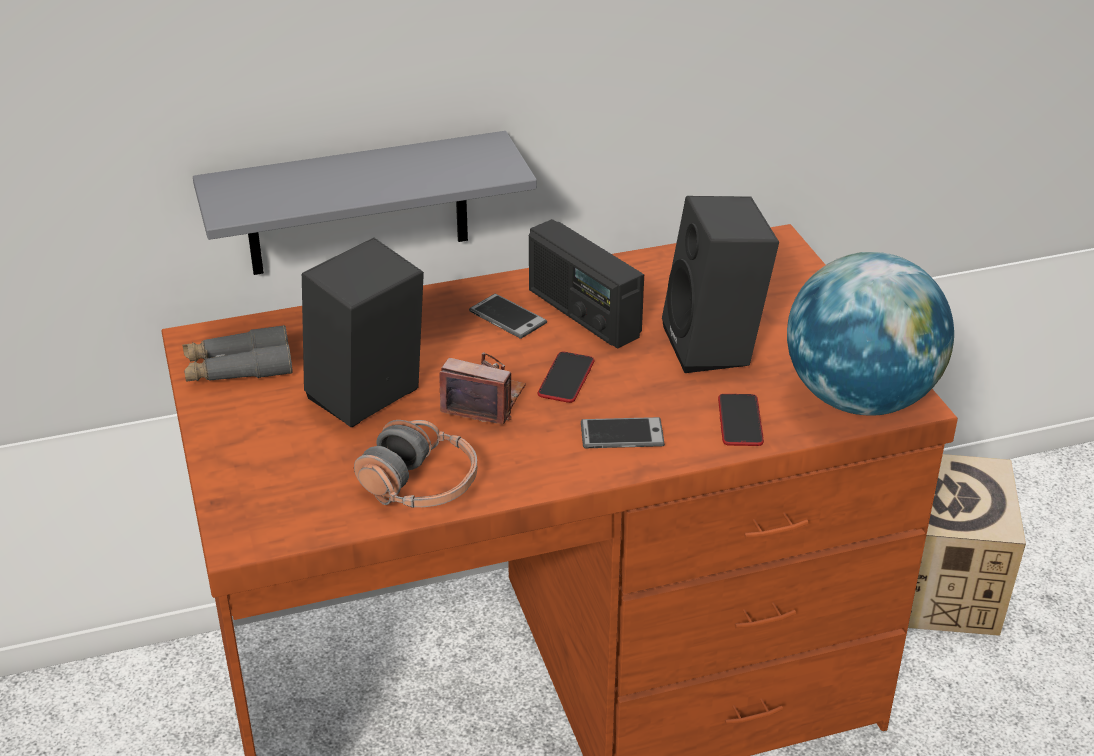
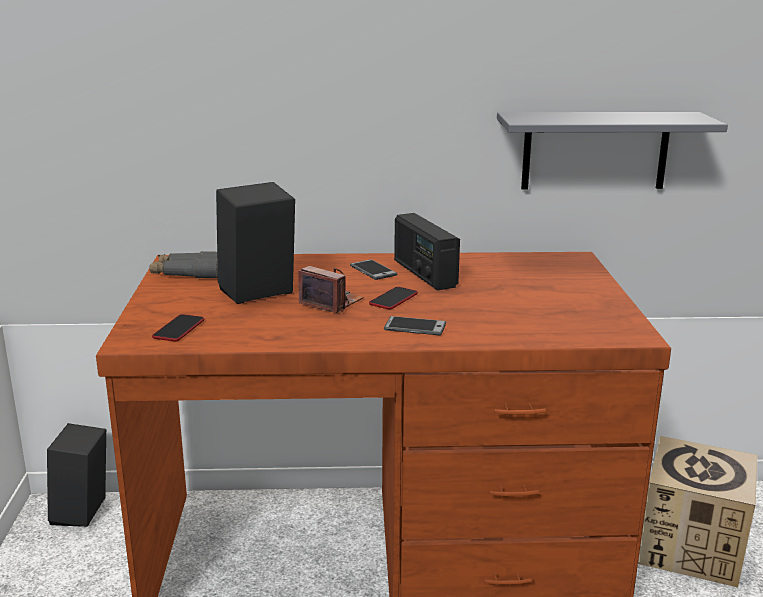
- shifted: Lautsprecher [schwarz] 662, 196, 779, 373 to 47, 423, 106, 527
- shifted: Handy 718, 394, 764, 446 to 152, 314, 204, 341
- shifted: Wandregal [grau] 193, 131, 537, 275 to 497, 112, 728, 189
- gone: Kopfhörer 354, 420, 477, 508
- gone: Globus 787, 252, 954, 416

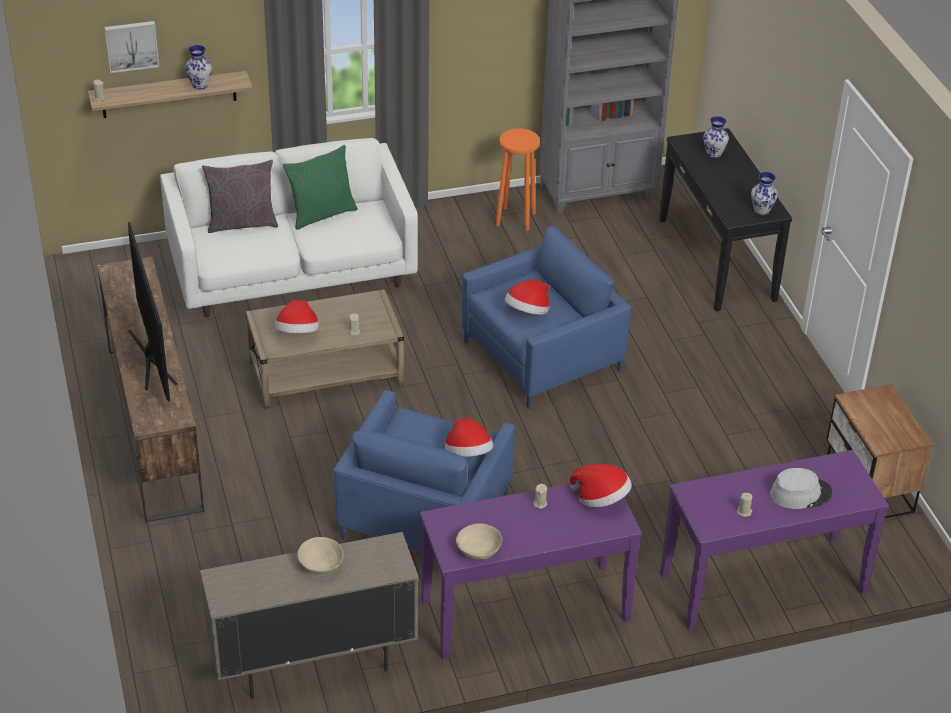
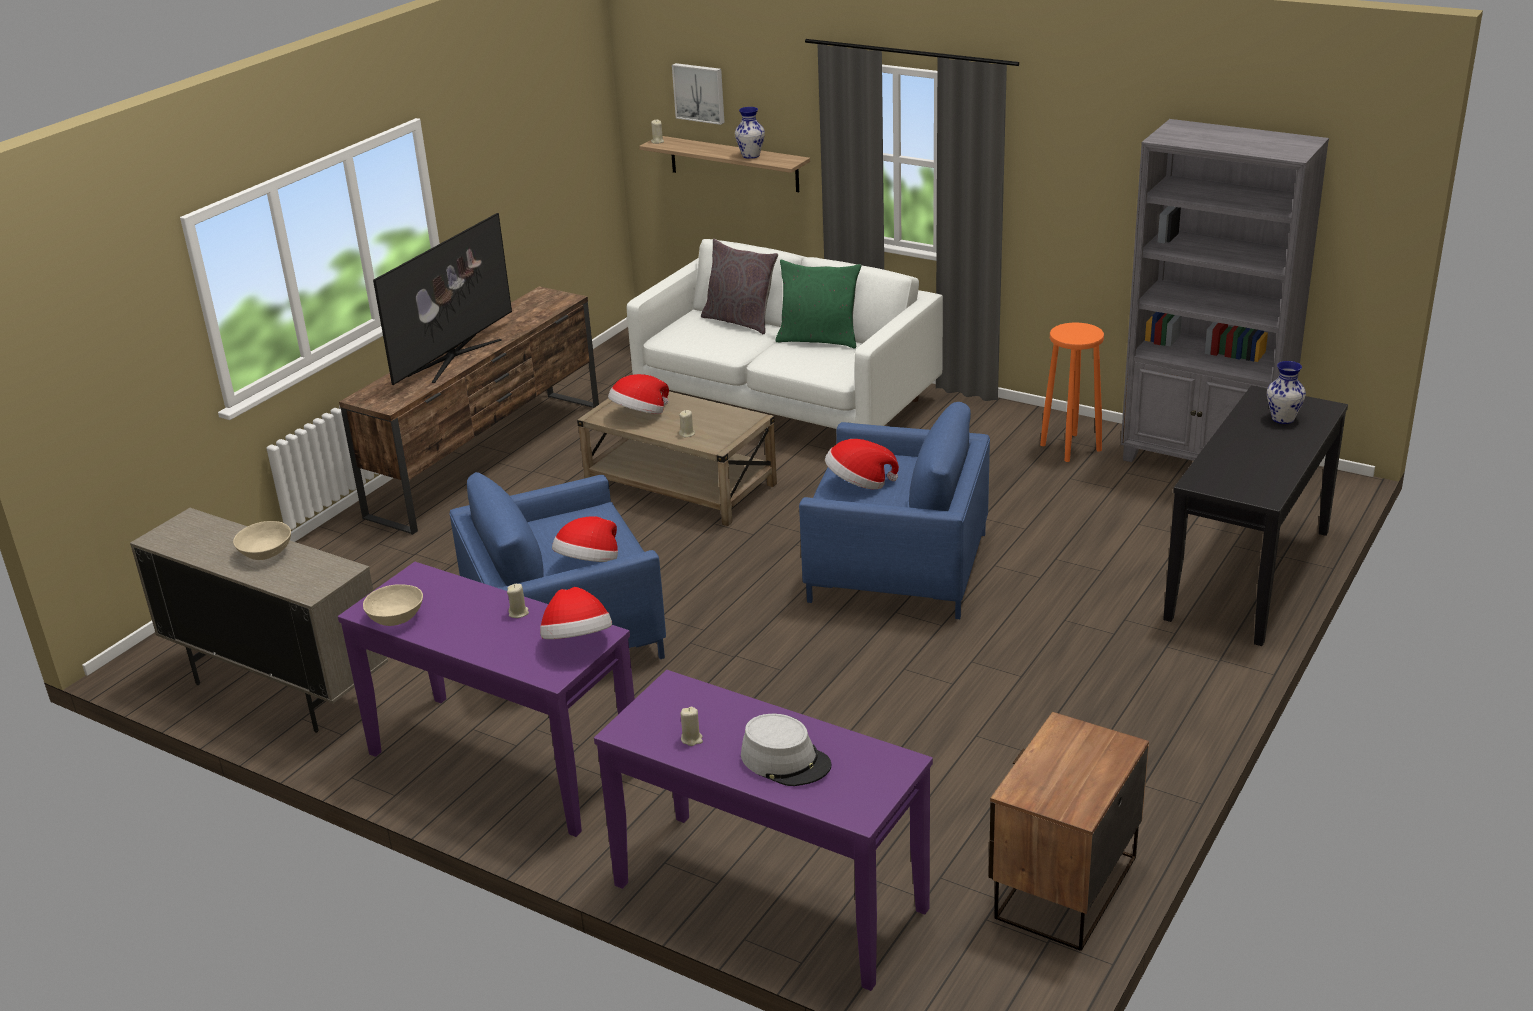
- gone: Vase 751, 172, 778, 215

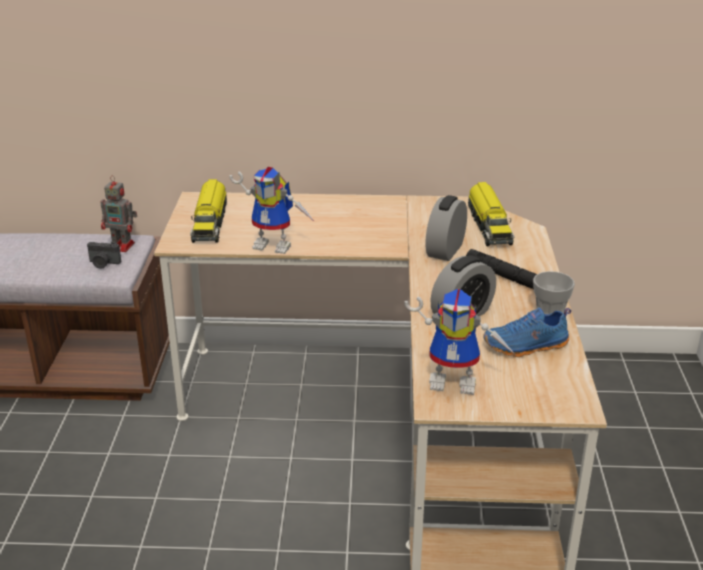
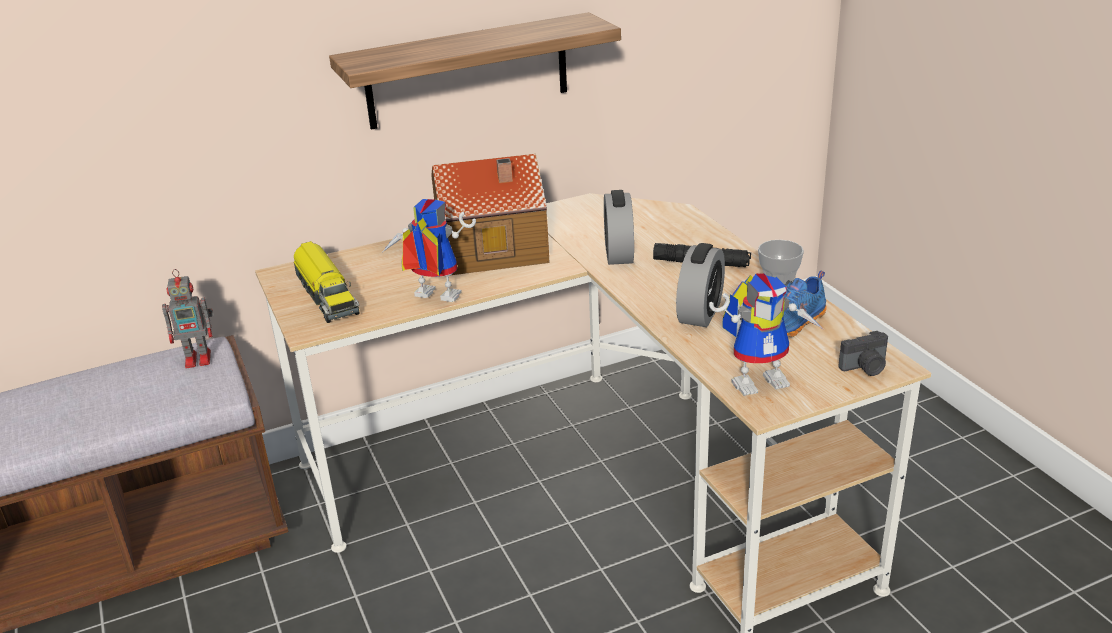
- new: Wandregal 329, 12, 621, 130
- rotated: Spielzeugroboter 229, 167, 316, 254 = 383, 199, 476, 302 150 degrees counterclockwise
- new: Spielzeughaus 431, 154, 550, 275
- shifted: Kamera 87, 242, 121, 269 to 838, 331, 888, 376
- gone: Spielzeuglaster 468, 182, 514, 246

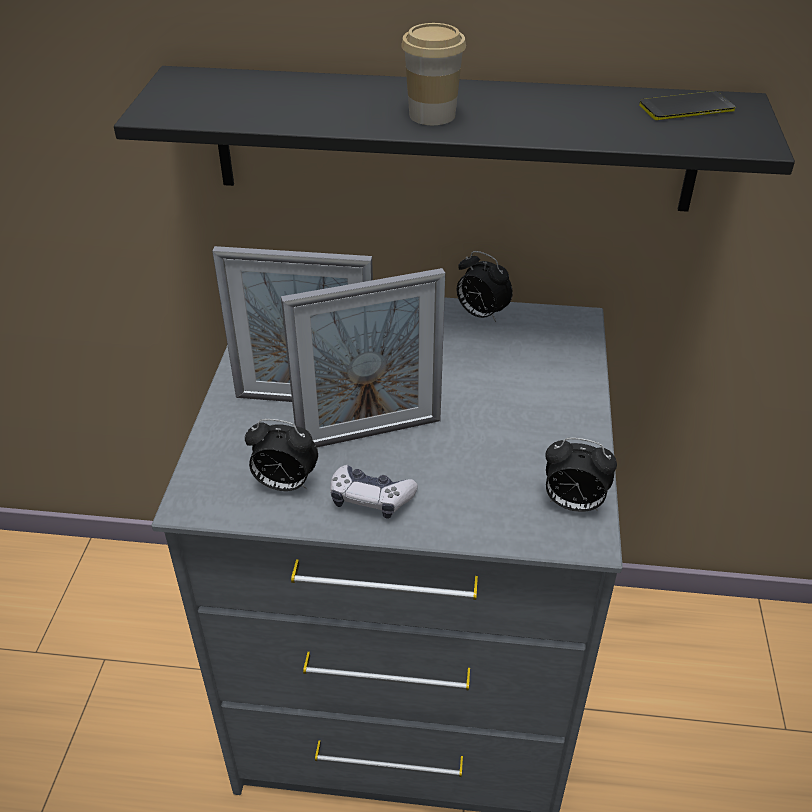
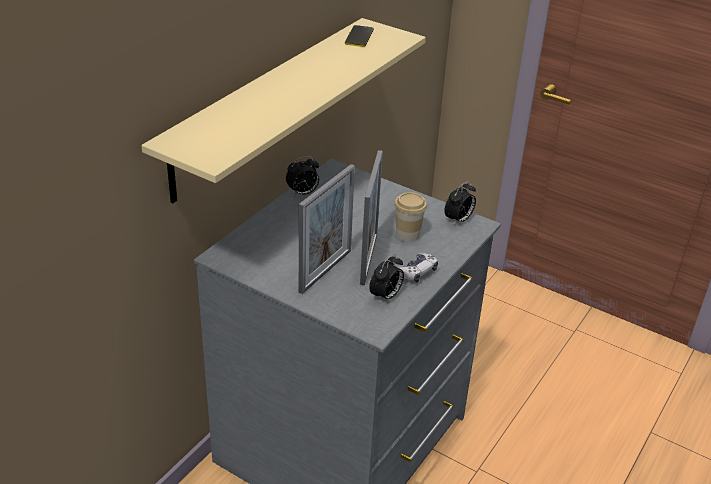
- repainted: Wandregal [schwarz] 114, 66, 795, 212 to Wandregal [beige] 141, 18, 426, 203
- shifted: Tasse 401, 23, 466, 125 to 394, 192, 427, 242

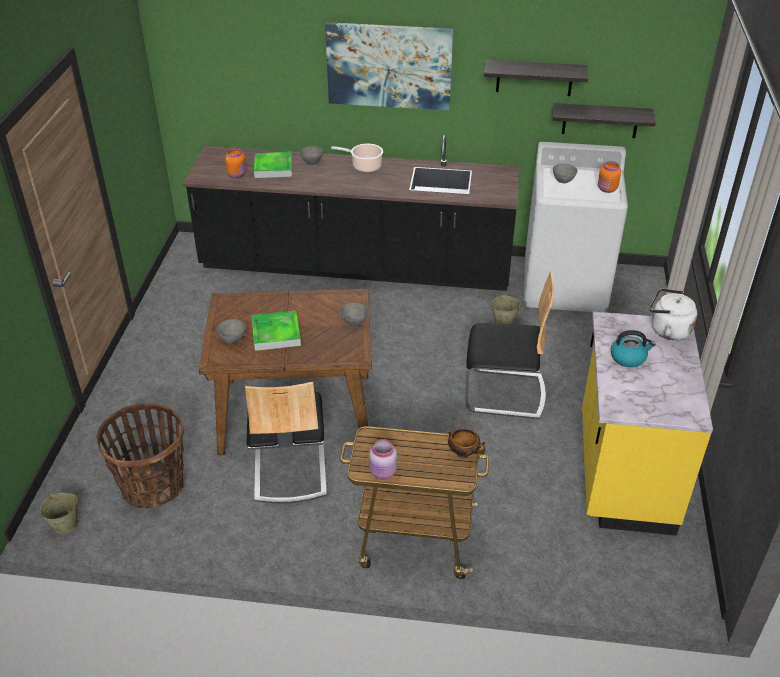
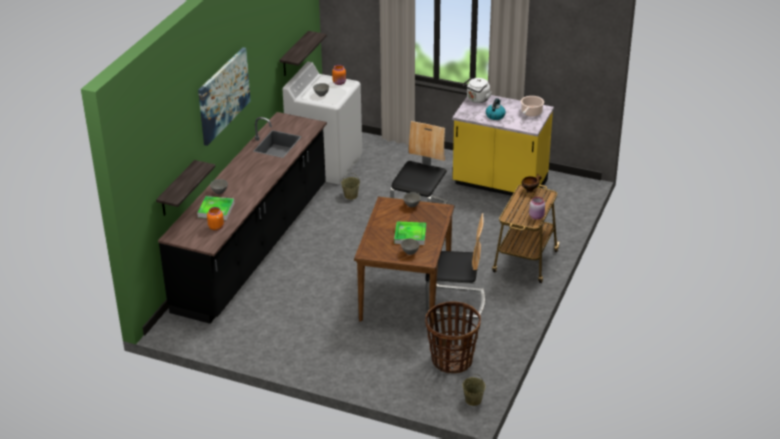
- shifted: Wandregal 484, 60, 588, 96 to 156, 160, 215, 216
- shifted: Kochtopf 331, 144, 383, 172 to 521, 96, 544, 117

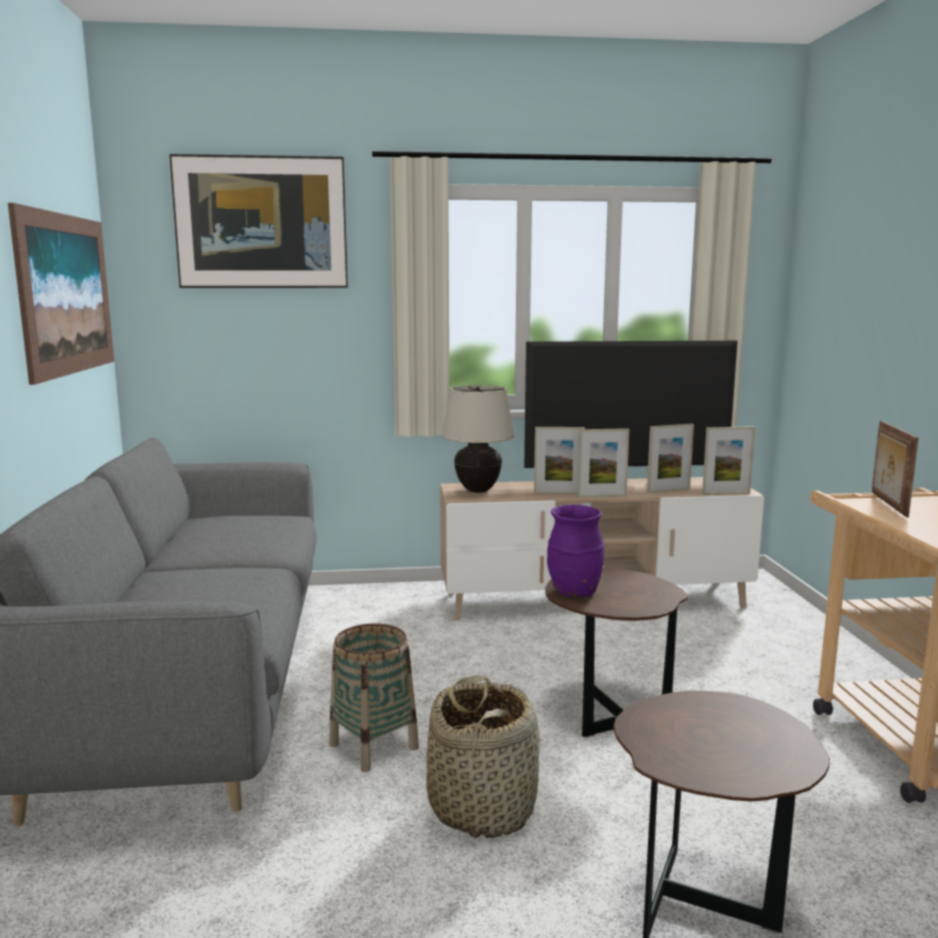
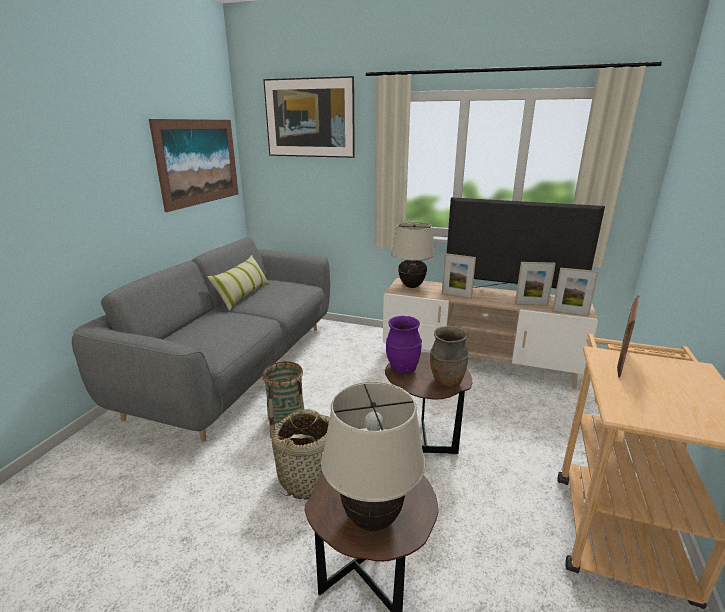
- new: Kissen 207, 255, 270, 311
- new: Tischlampe [beige] 321, 382, 425, 531
- new: Vase [braun] 430, 326, 469, 388
- gone: Bilderrahmen 578, 428, 629, 498

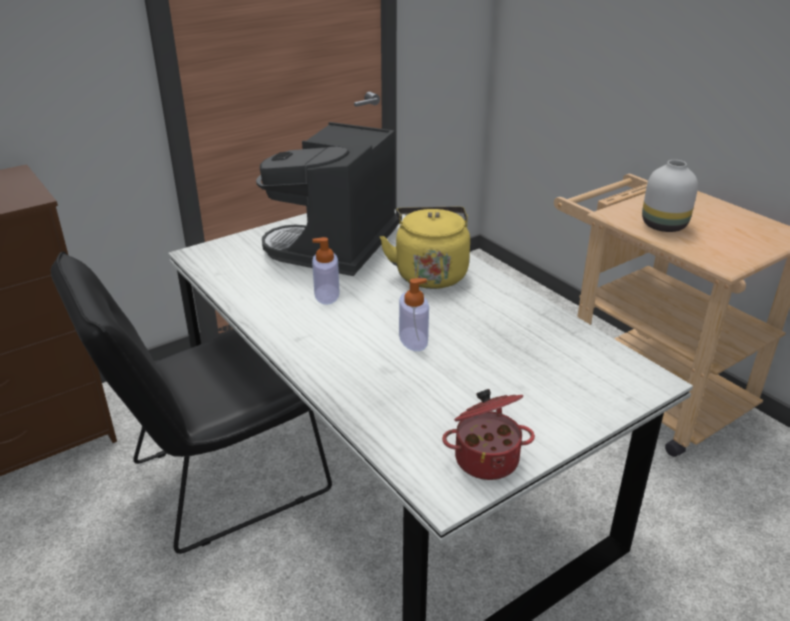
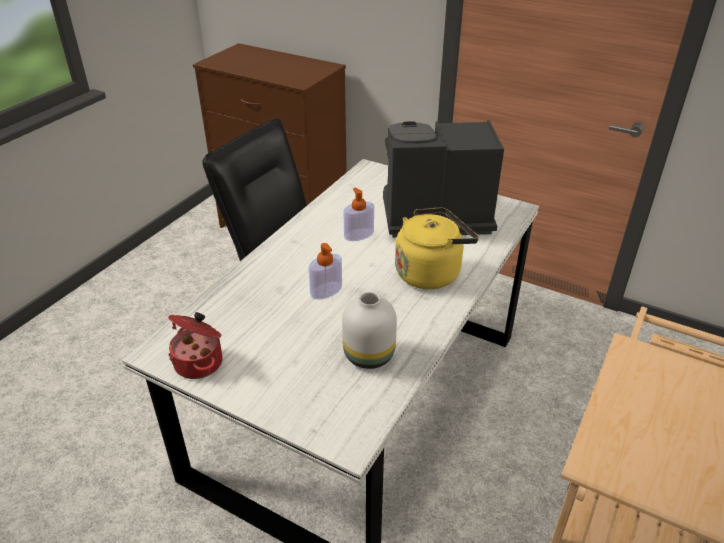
- shifted: Vase [weiß] 642, 160, 698, 232 to 342, 292, 397, 369

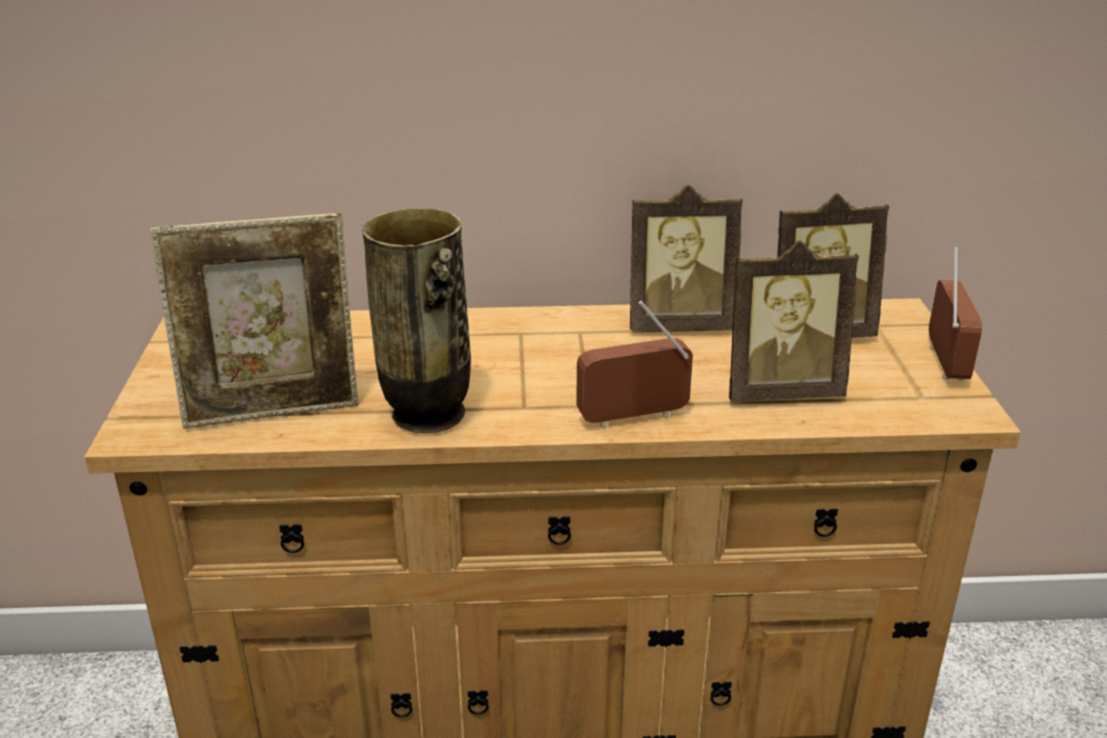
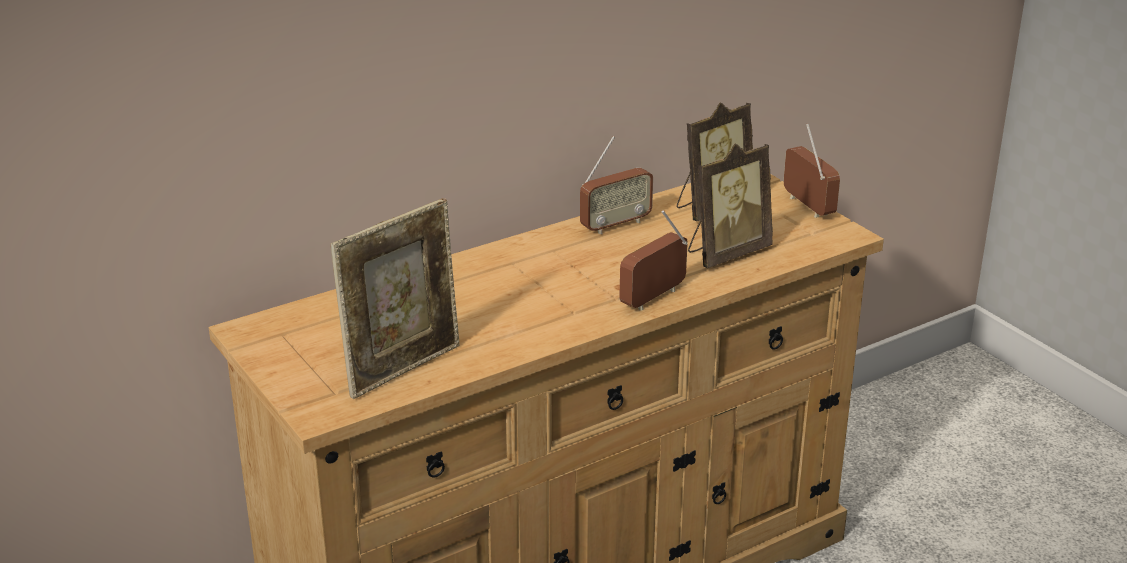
- swapped: Bilderrahmen 630, 185, 743, 330 to Radio 580, 136, 653, 234
- gone: Vase 362, 208, 471, 434

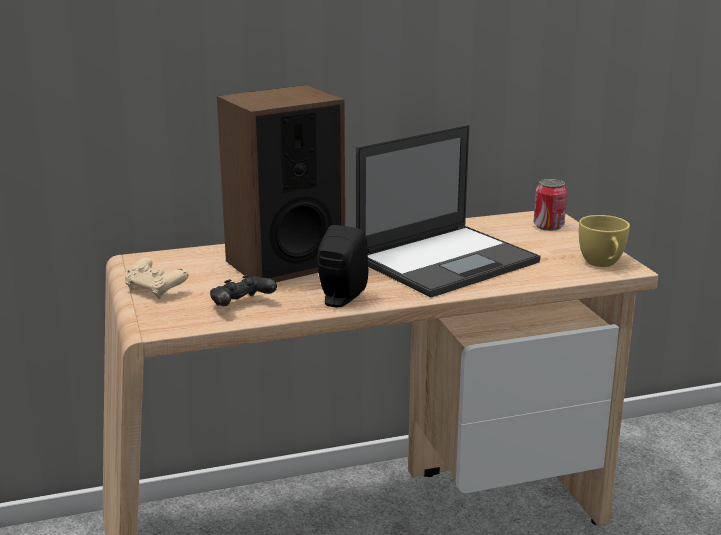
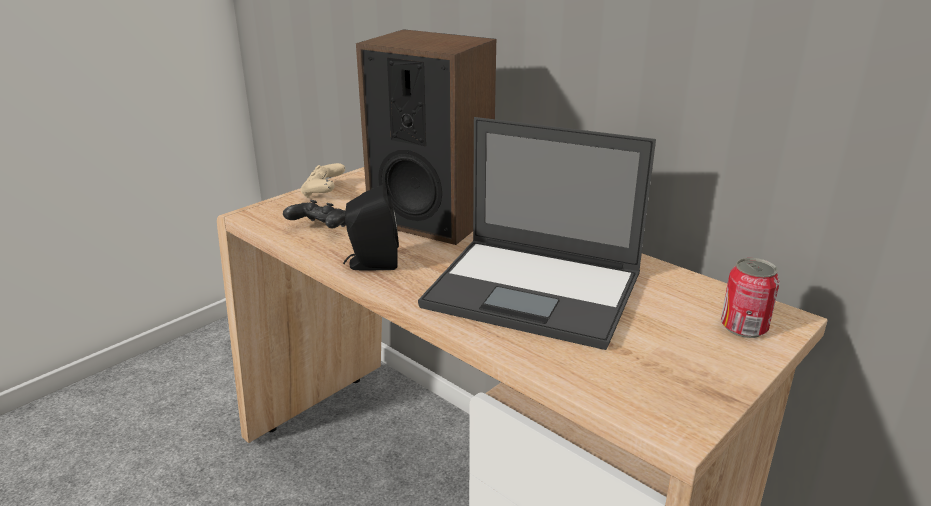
- gone: Tasse [gelb] 579, 215, 630, 267

